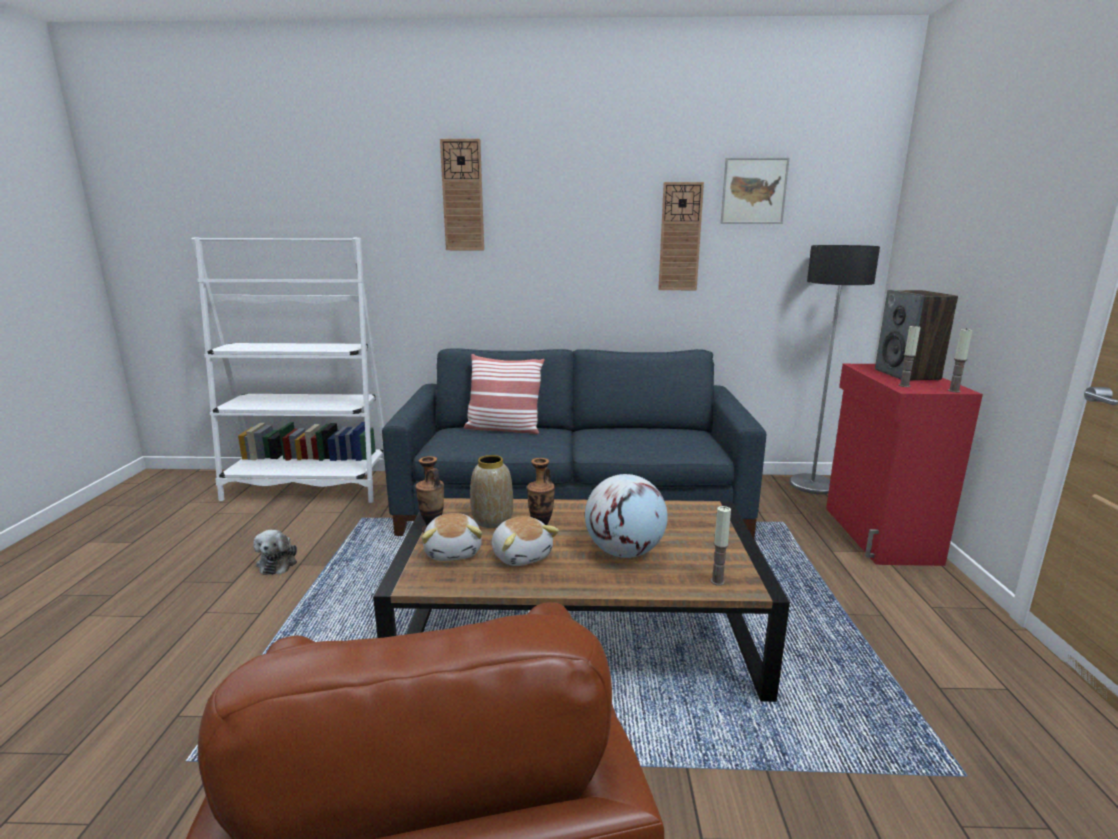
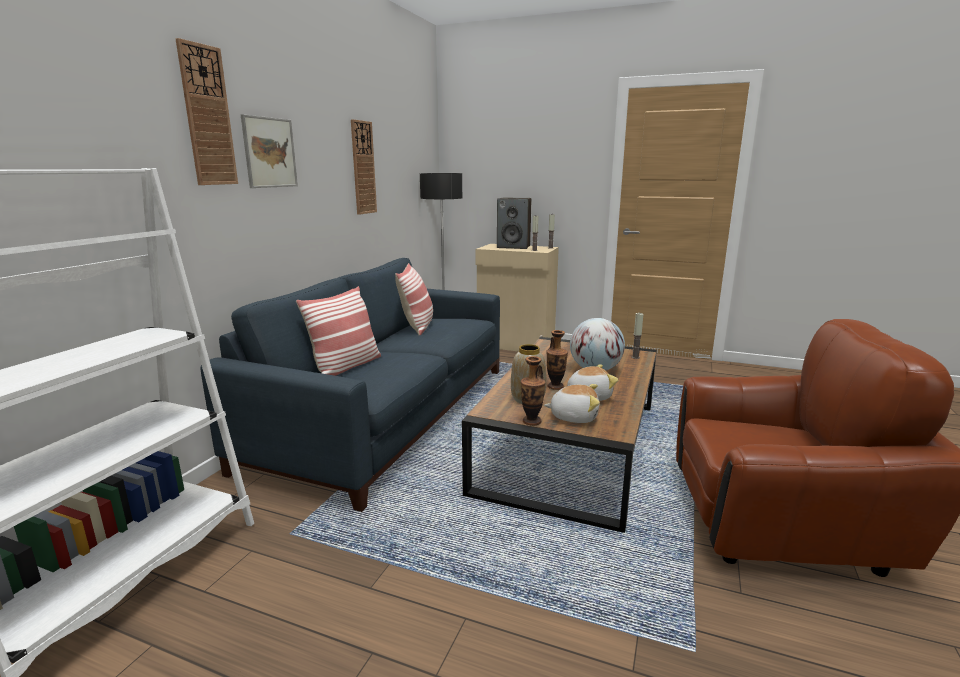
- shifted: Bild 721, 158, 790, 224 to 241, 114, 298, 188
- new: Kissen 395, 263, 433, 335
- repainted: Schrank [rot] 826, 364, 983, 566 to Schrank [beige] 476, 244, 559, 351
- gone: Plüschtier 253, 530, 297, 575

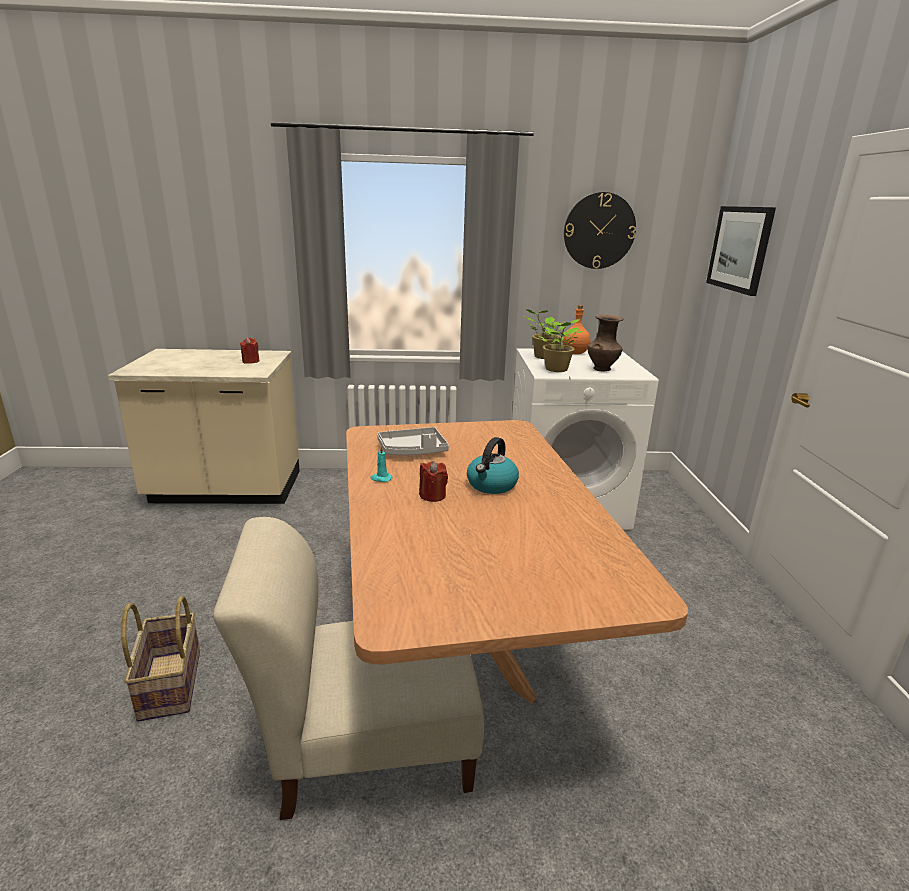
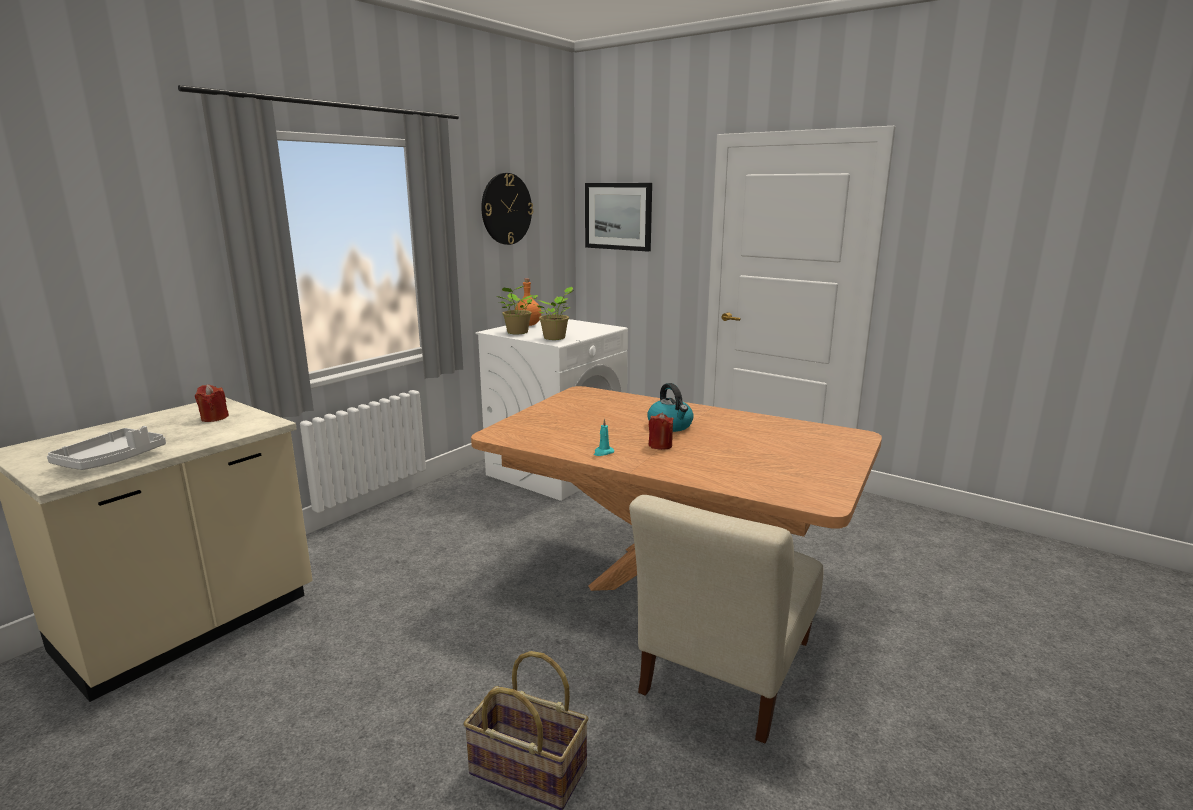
- shifted: Tablett [grau] 377, 427, 449, 455 to 47, 426, 166, 470
- gone: Vase [braun] 588, 315, 623, 371

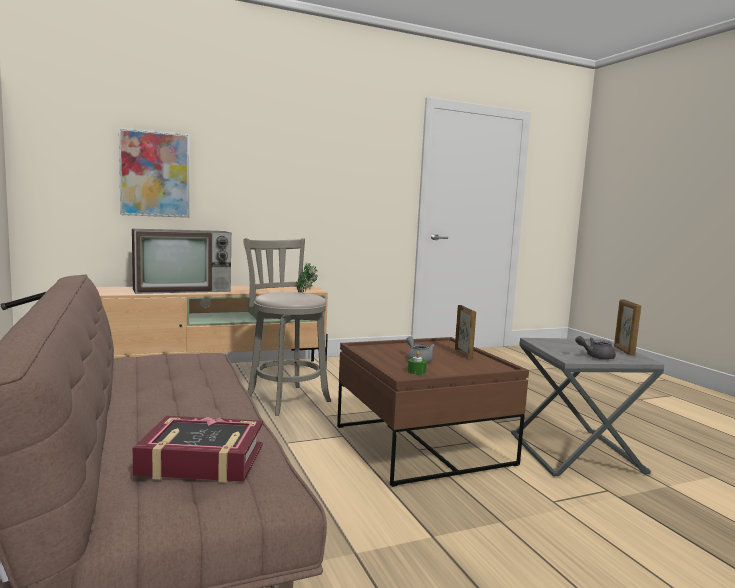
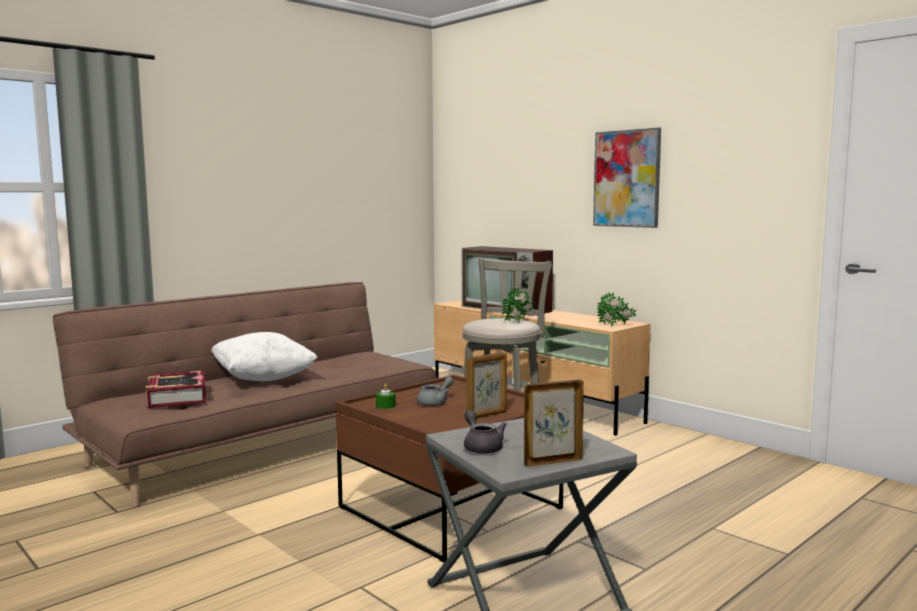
- new: Kissen [weiß] 212, 332, 318, 381
- shifted: Bild 119, 128, 190, 218 to 593, 128, 661, 228

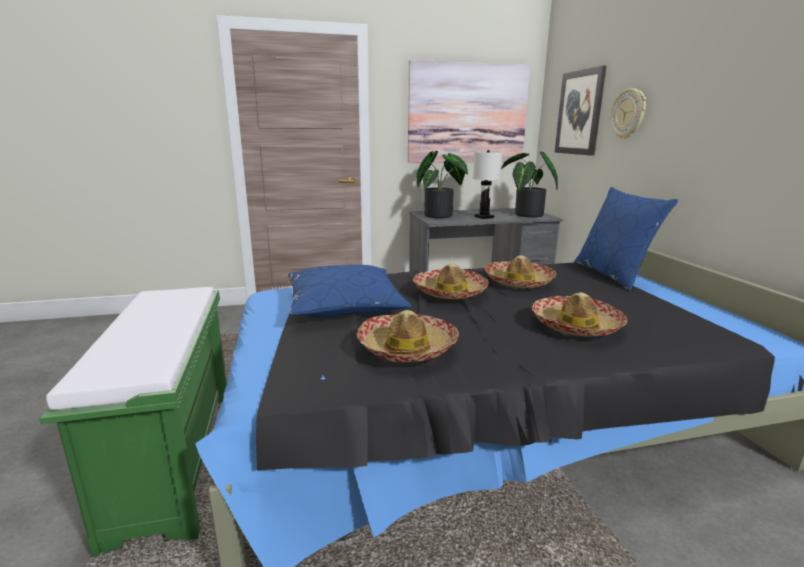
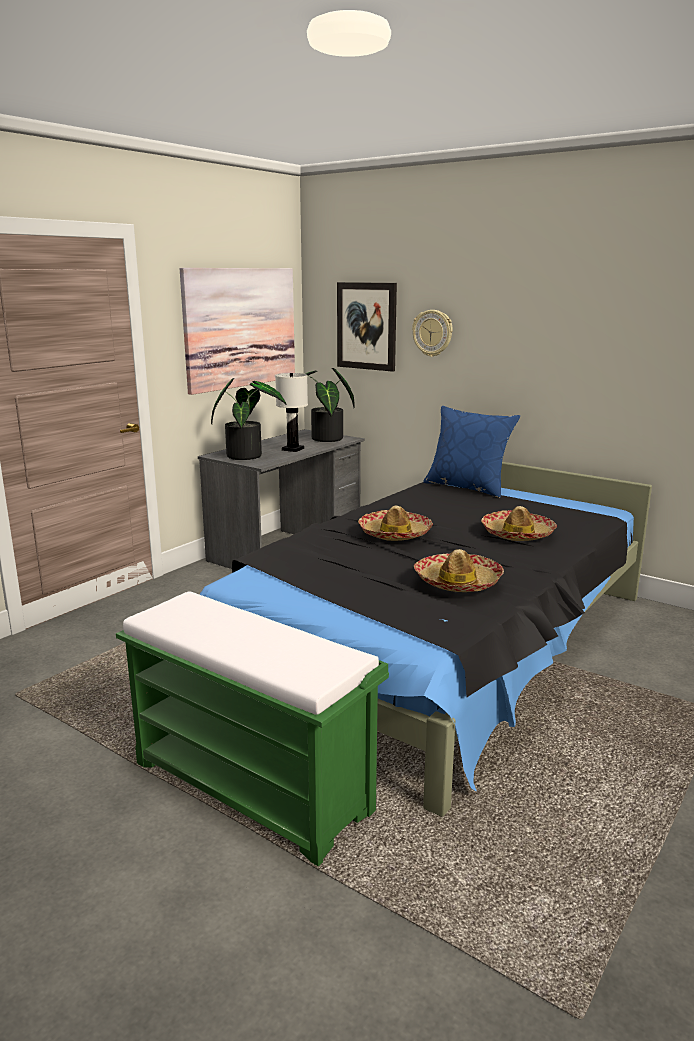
- gone: Kissen [blau] 288, 265, 411, 317
- gone: Hut 484, 255, 556, 288

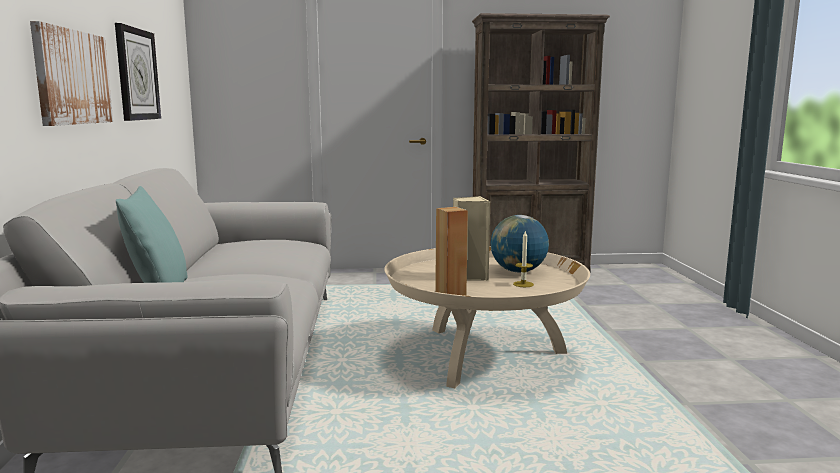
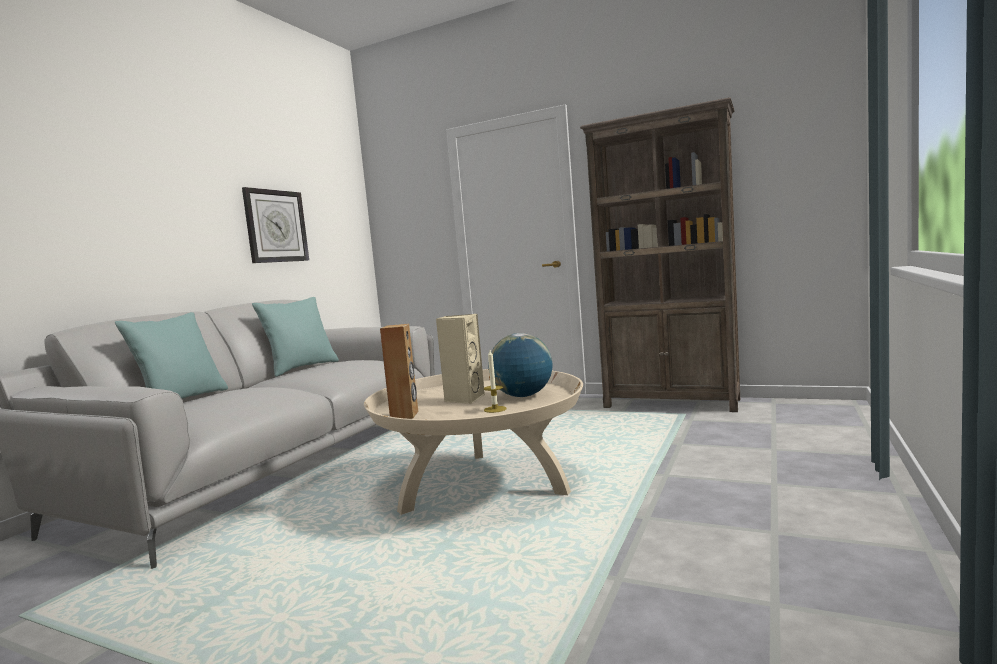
- new: Kissen [türkis] 252, 297, 339, 377
- gone: Bild 30, 21, 113, 126

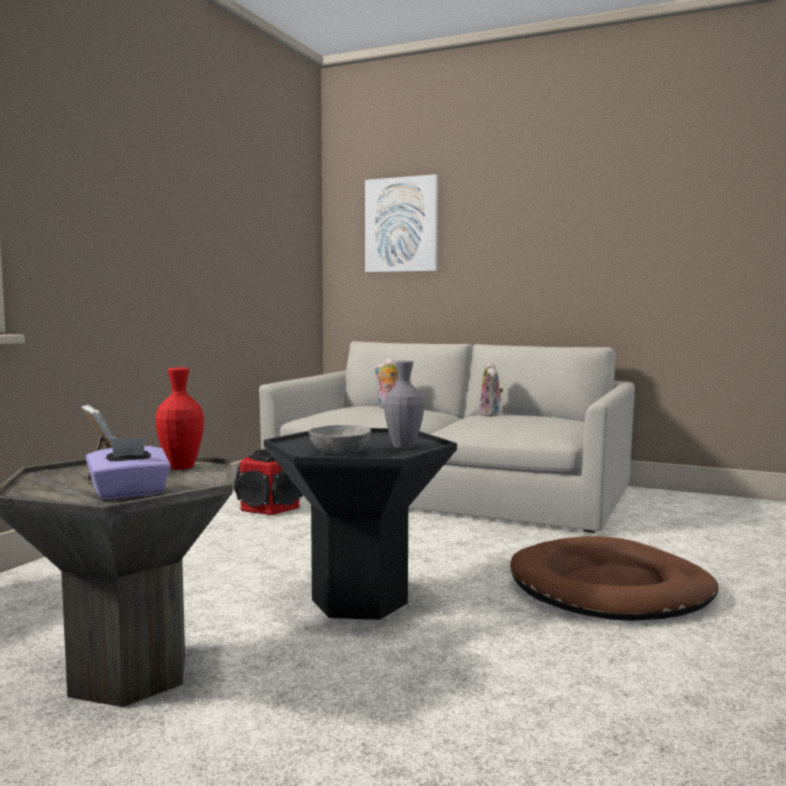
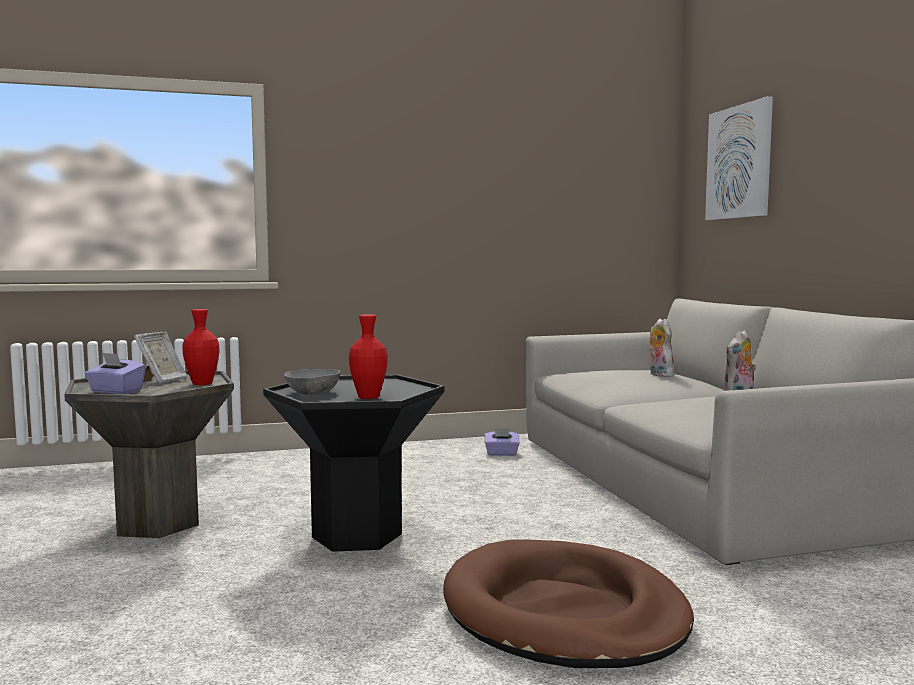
- repainted: Vase [grau] 384, 360, 424, 449 to Vase [rot] 349, 314, 388, 399
- swapped: Lautsprecher 234, 449, 303, 515 to Taschentuchbox [lila] 485, 428, 520, 456

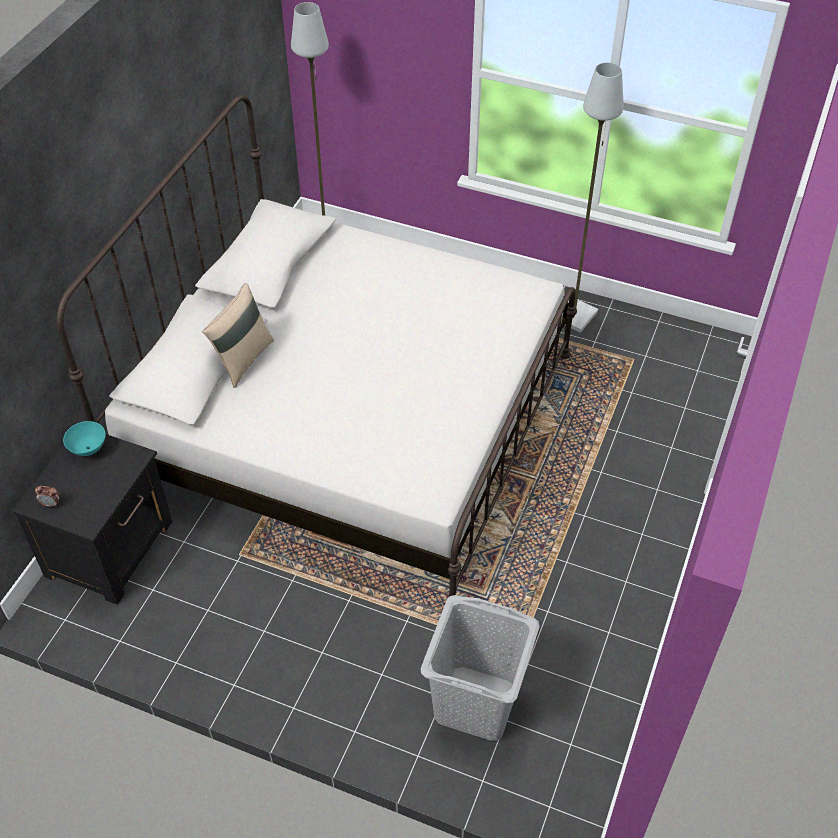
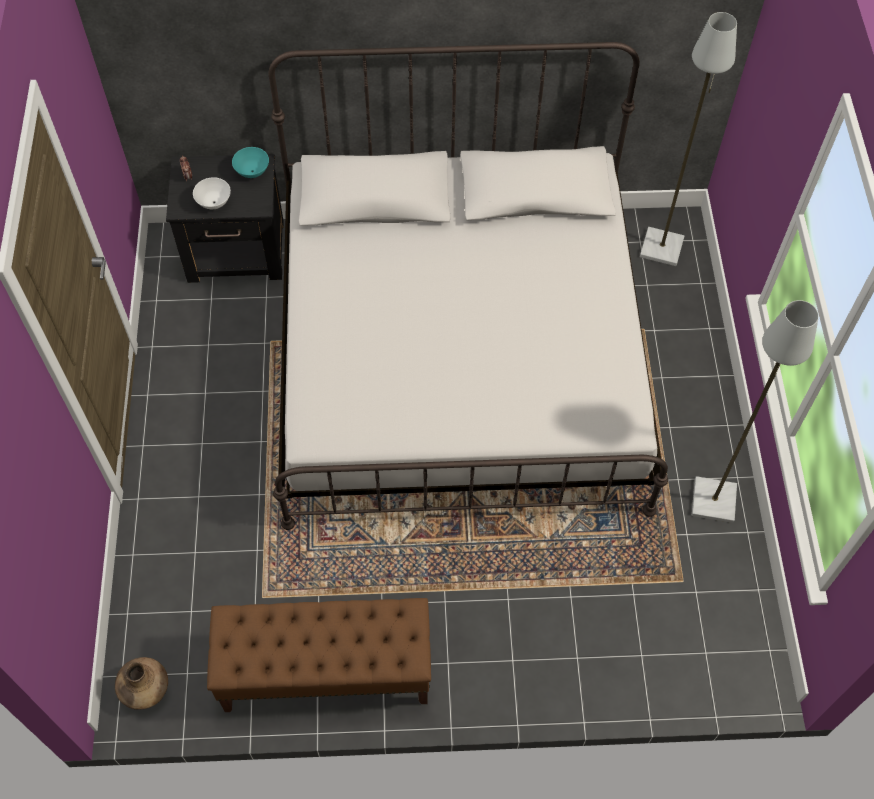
- new: Vase [braun] 115, 657, 168, 710
- new: Schüssel [weiß] 193, 177, 231, 209
- new: Bank [braun] 207, 598, 431, 712
- gone: Kissen [beige] 202, 283, 274, 388
- gone: Wäschekorb [grau] 421, 595, 540, 741

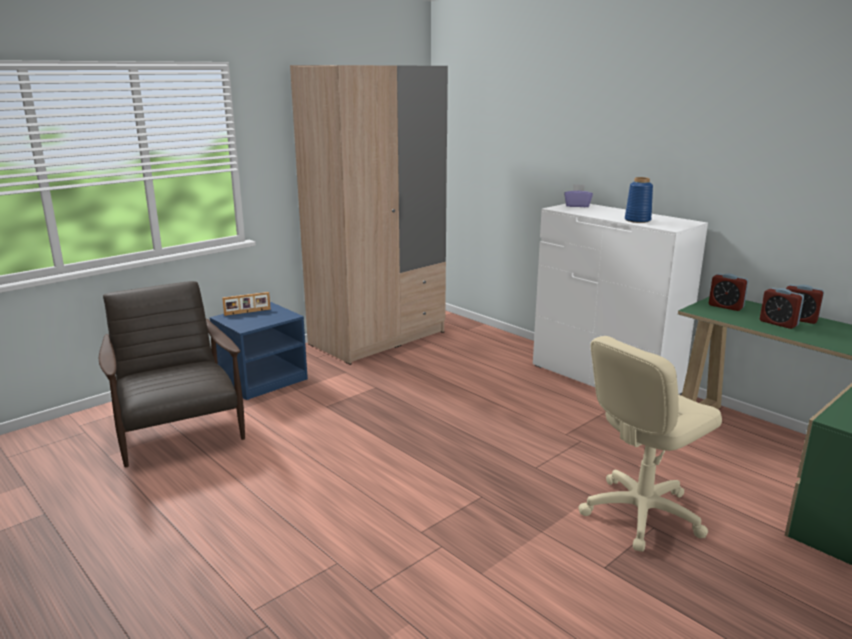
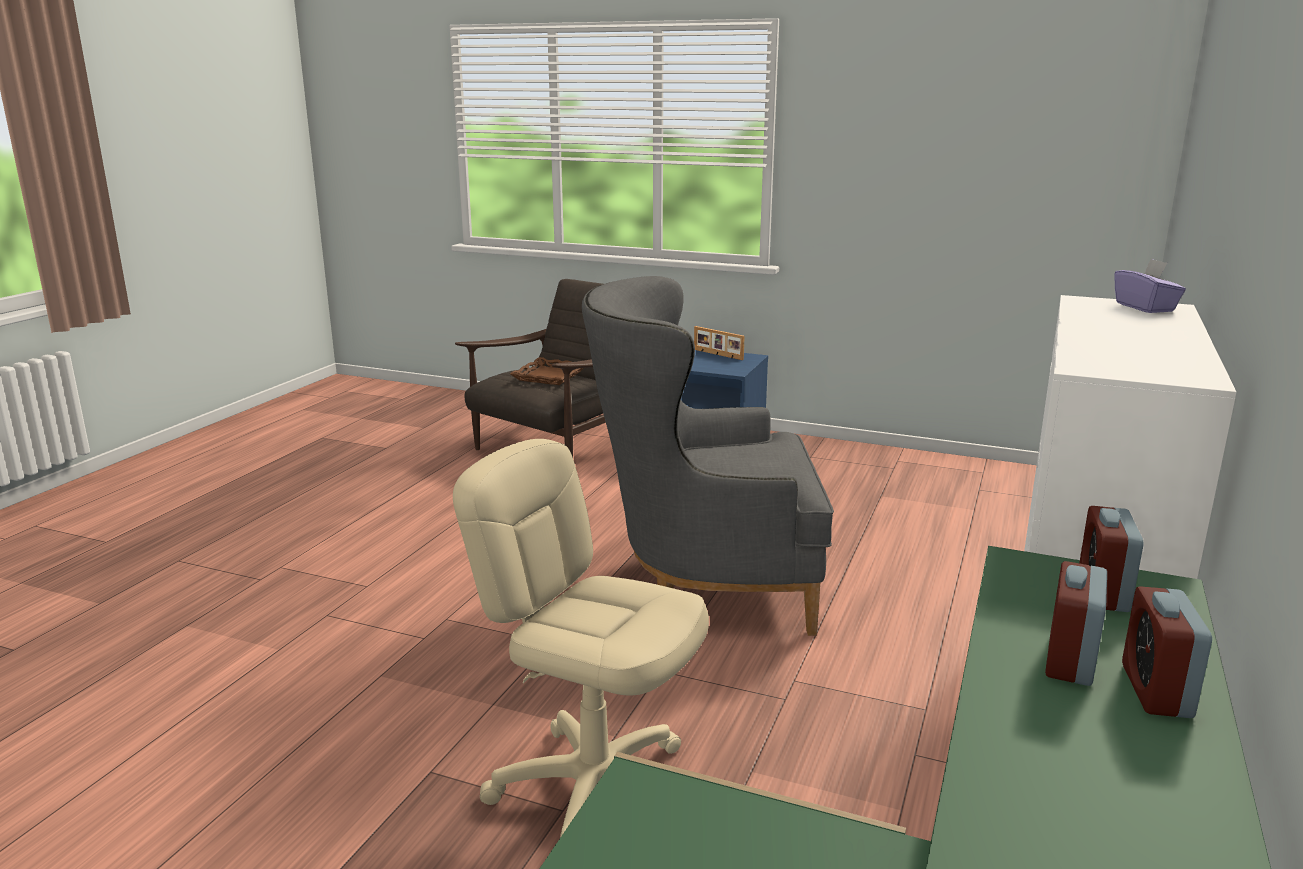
- new: Tablett [braun] 510, 357, 584, 385
- new: Sessel [grau] 582, 276, 834, 636
- gone: Kleiderschrank [beige] 290, 65, 448, 365
- gone: Vase [blau] 625, 177, 653, 223

